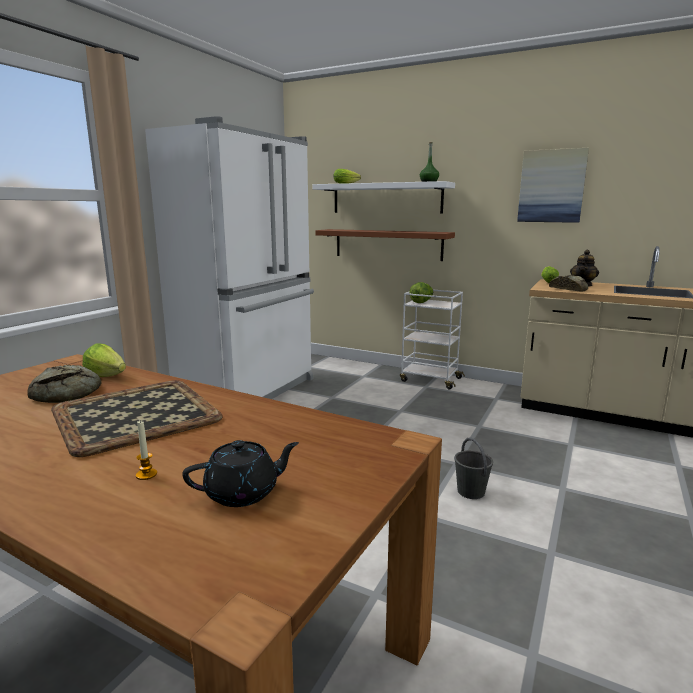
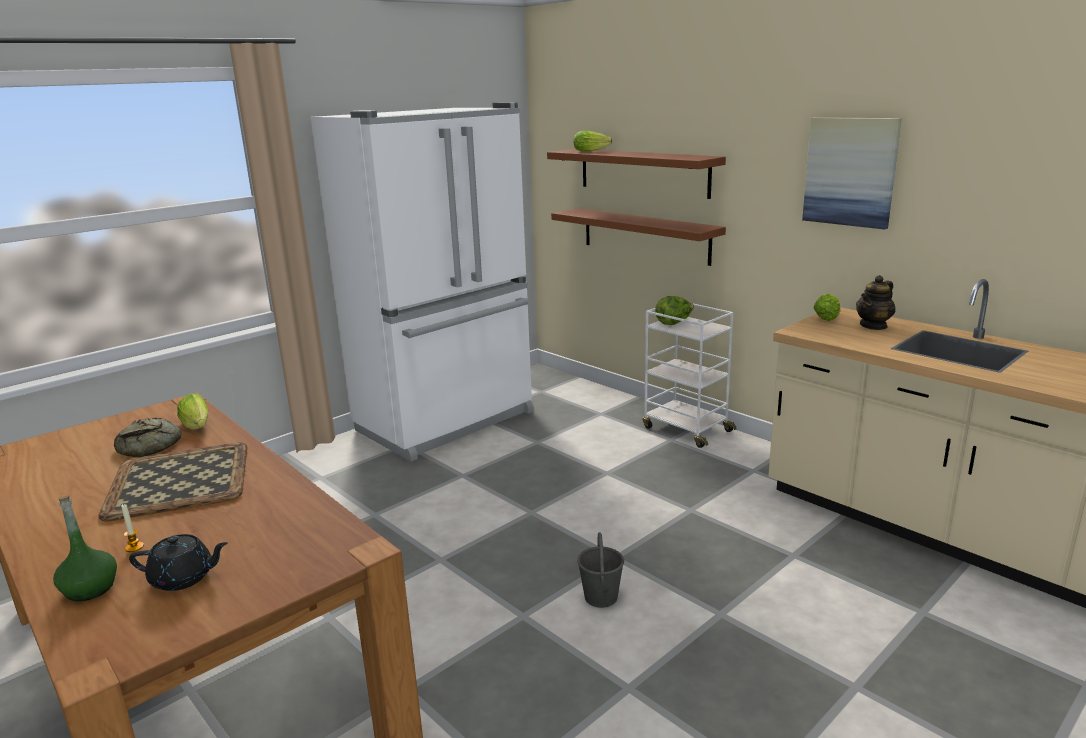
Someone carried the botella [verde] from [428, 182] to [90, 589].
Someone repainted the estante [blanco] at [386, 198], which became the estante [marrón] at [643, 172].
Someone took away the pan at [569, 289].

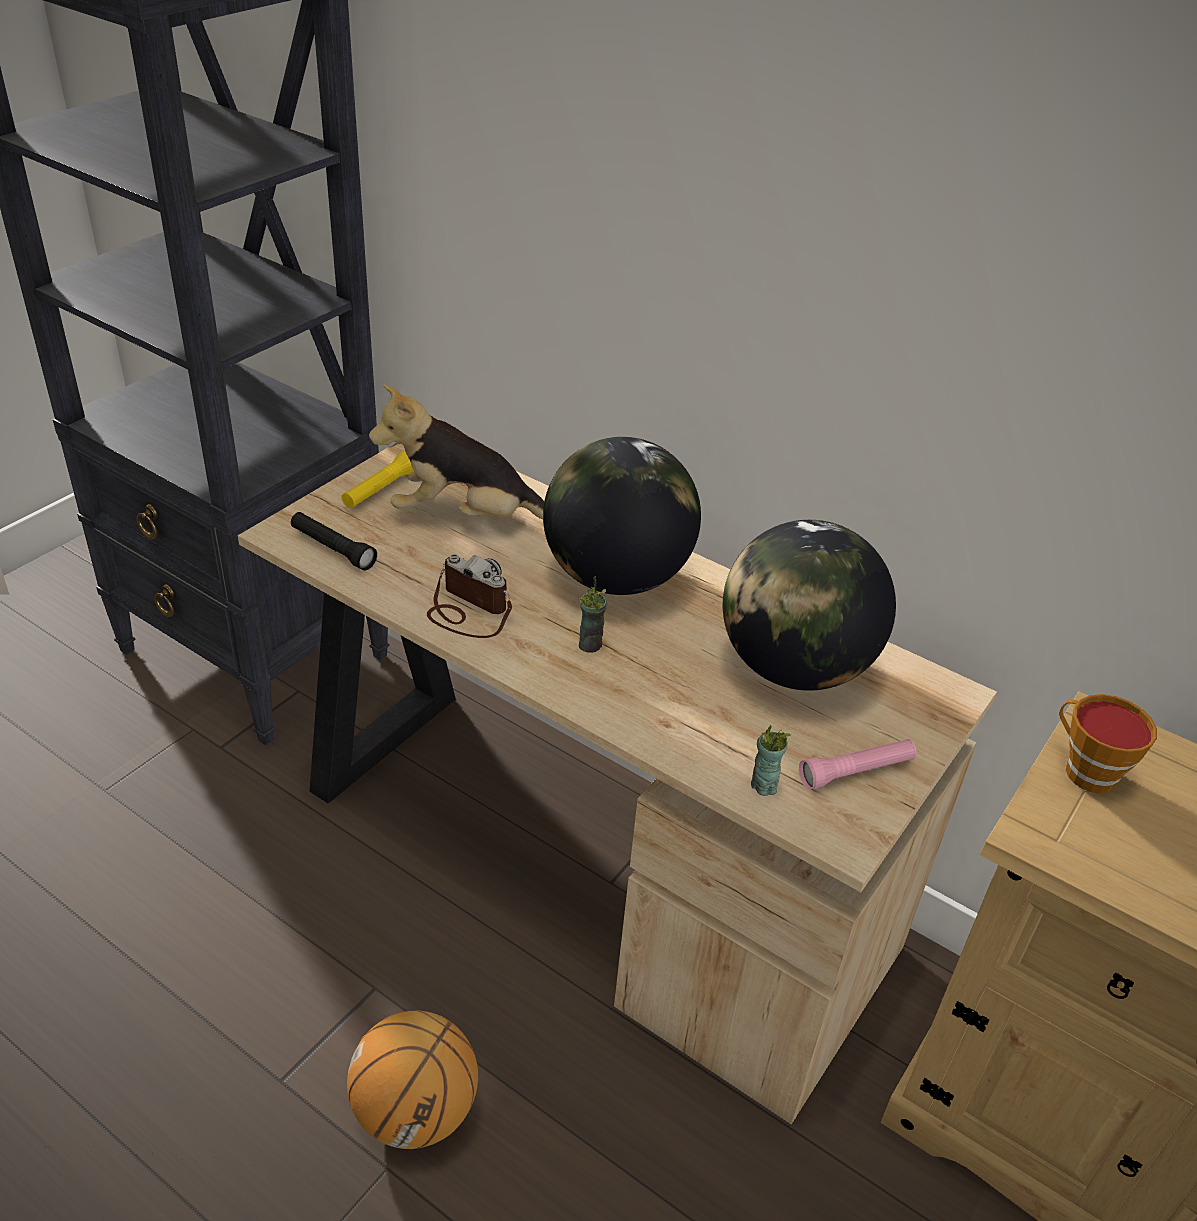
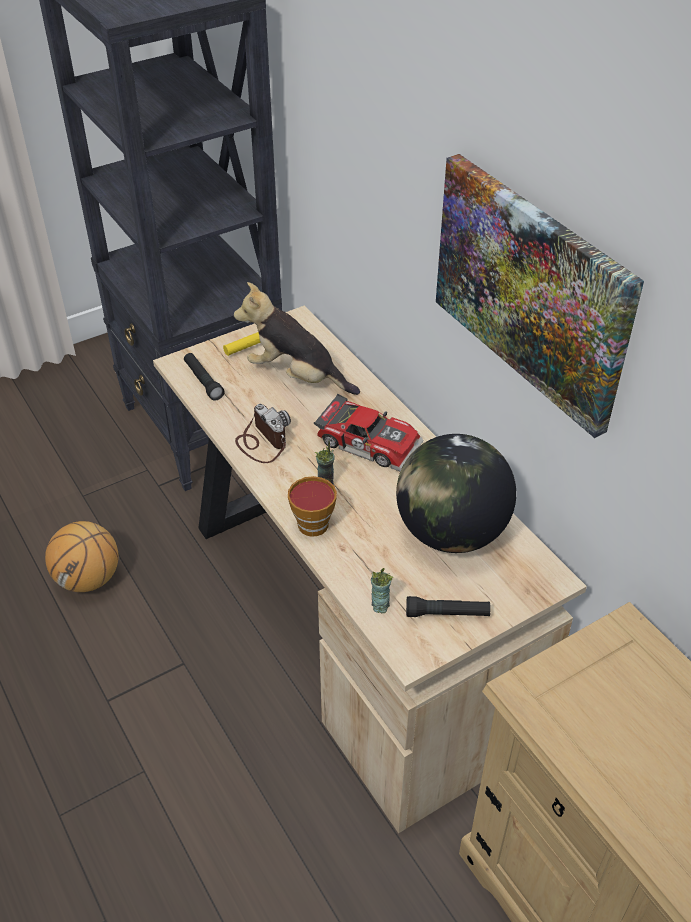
Someone carried the balón de baloncesto from [416, 1111] to [89, 579].
Someone carried the taza from [1084, 770] to [311, 522].
Someone swapped the globo terráqueo at [616, 578] for the coche de juguete at [370, 441].
Someone repainted the linterna [rosa] at [856, 772], which became the linterna [negro] at [447, 613].
Someone put up the cuadro at [531, 290].

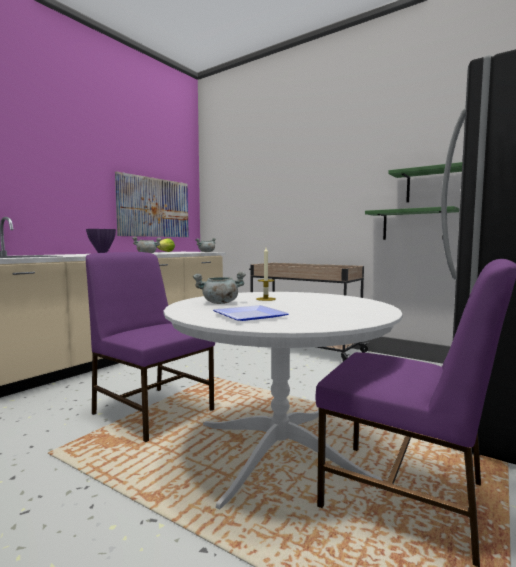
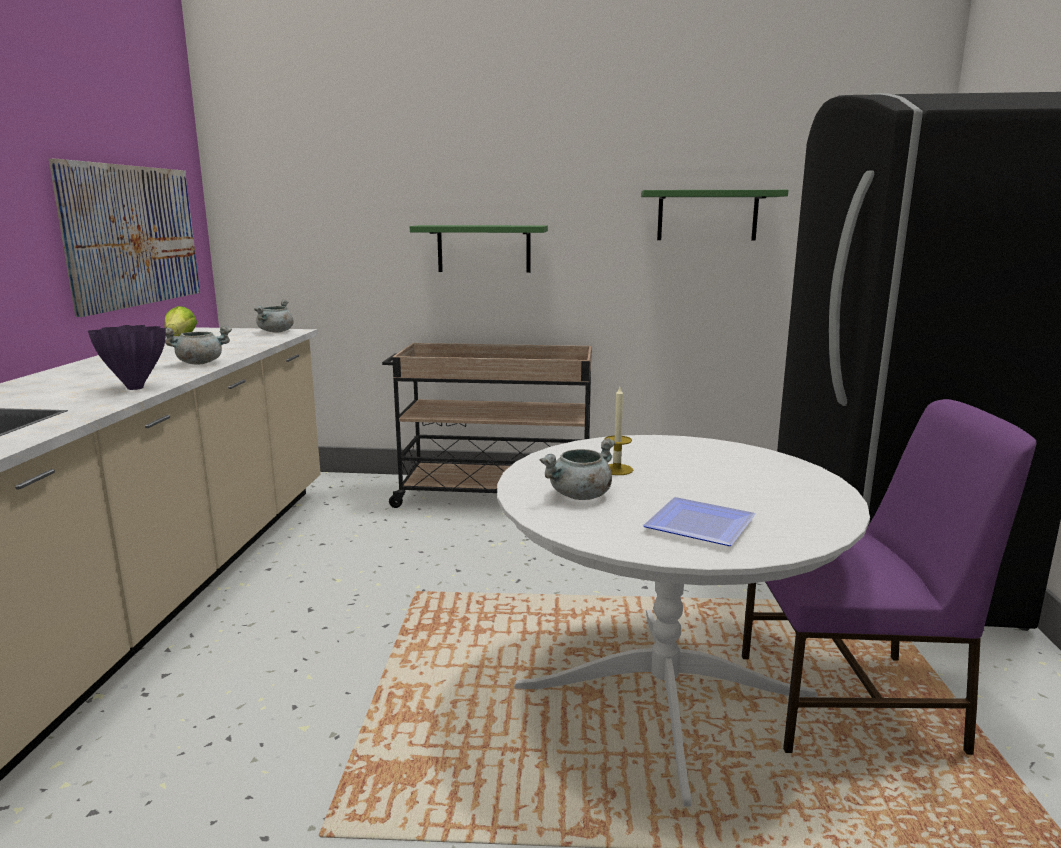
Someone carried the estante [verde] from [413, 225] to [484, 248].
Someone took away the silla [morado] at [152, 411].

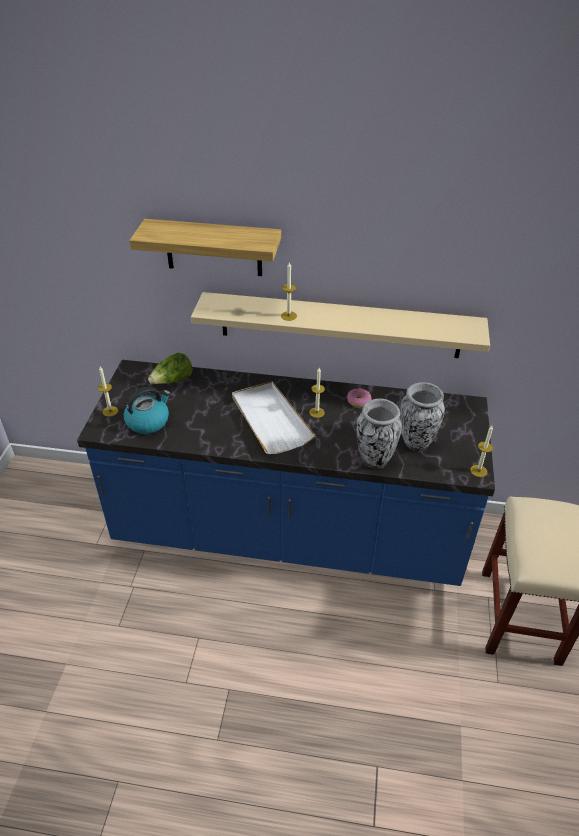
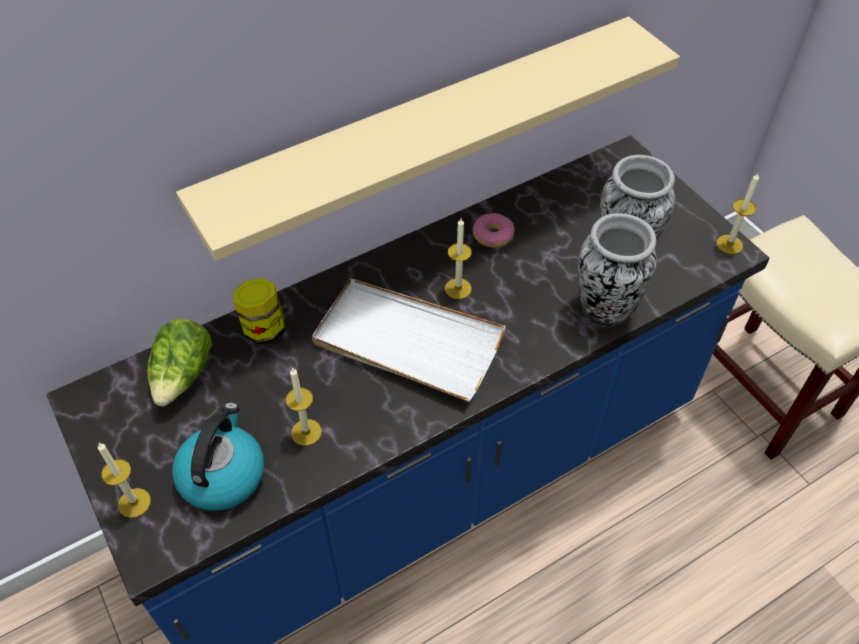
Someone put down the tarro at [264, 328].
Someone carried the vela from [288, 316] to [306, 432].
Someone took away the estante at [213, 248].

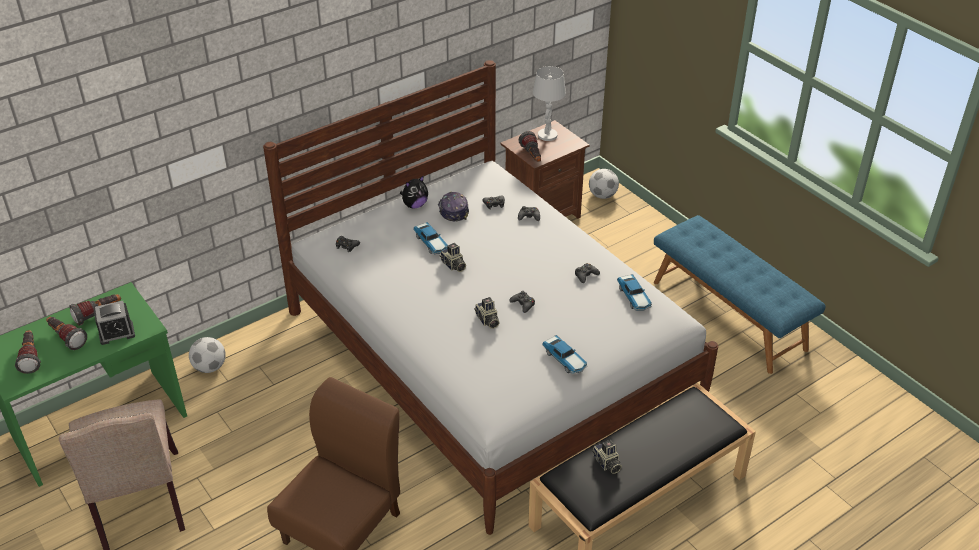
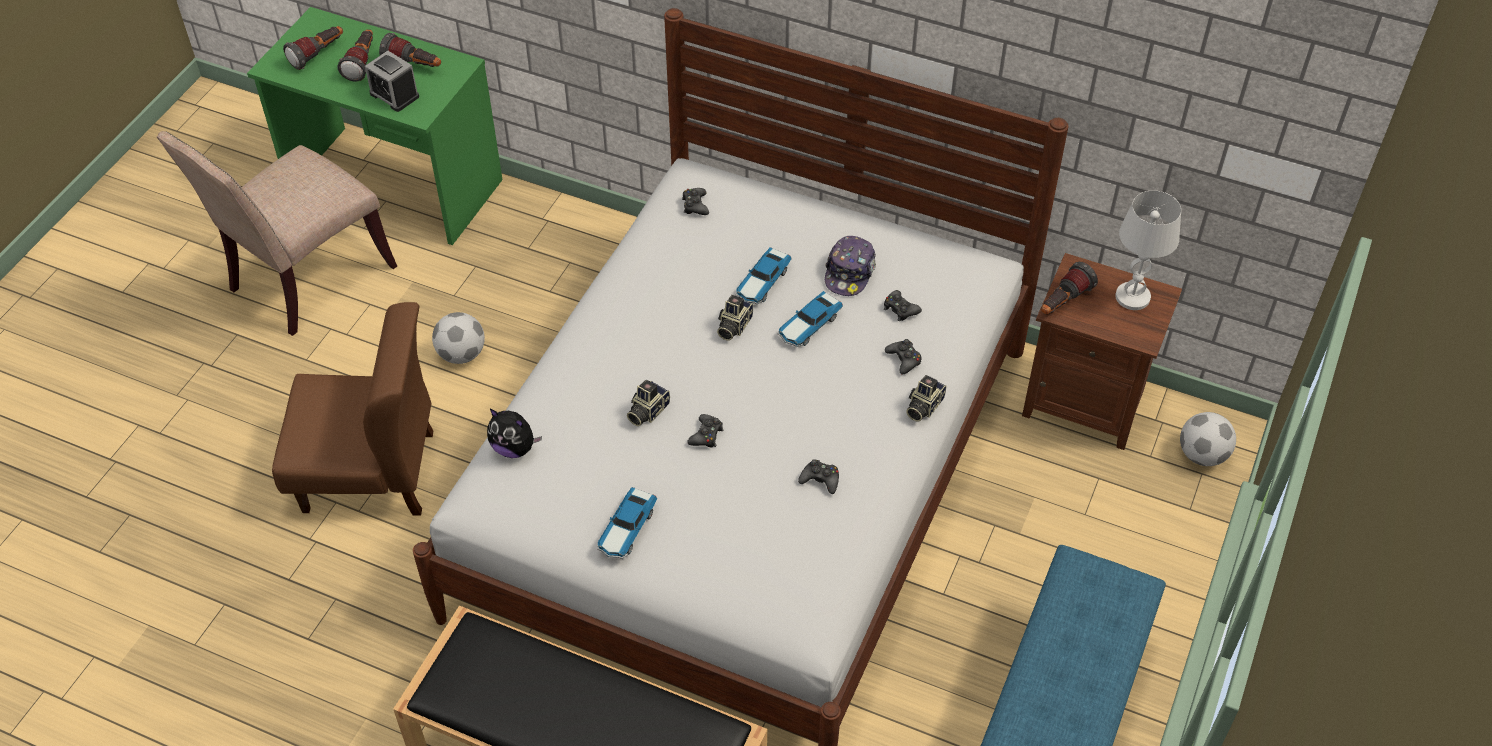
Someone carried the balón de fútbol from [210, 367] to [461, 354].
Someone carried the peluche from [414, 205] to [514, 448].
Someone carried the coche de juguete from [634, 297] to [808, 326].
Someone rotated the gorra at [453, 210] by 150 degrees clockwise.
Someone carried the cámara from [606, 463] to [923, 406].

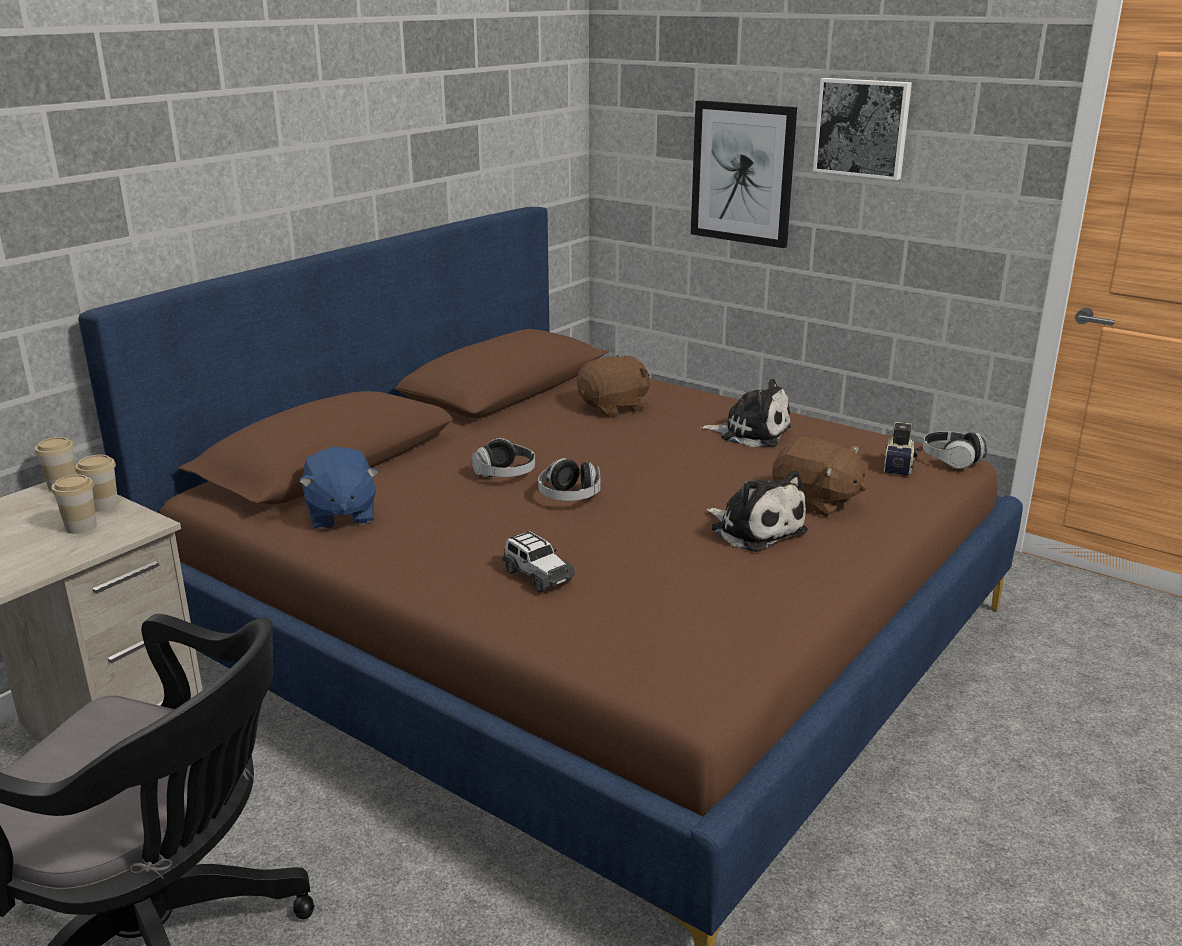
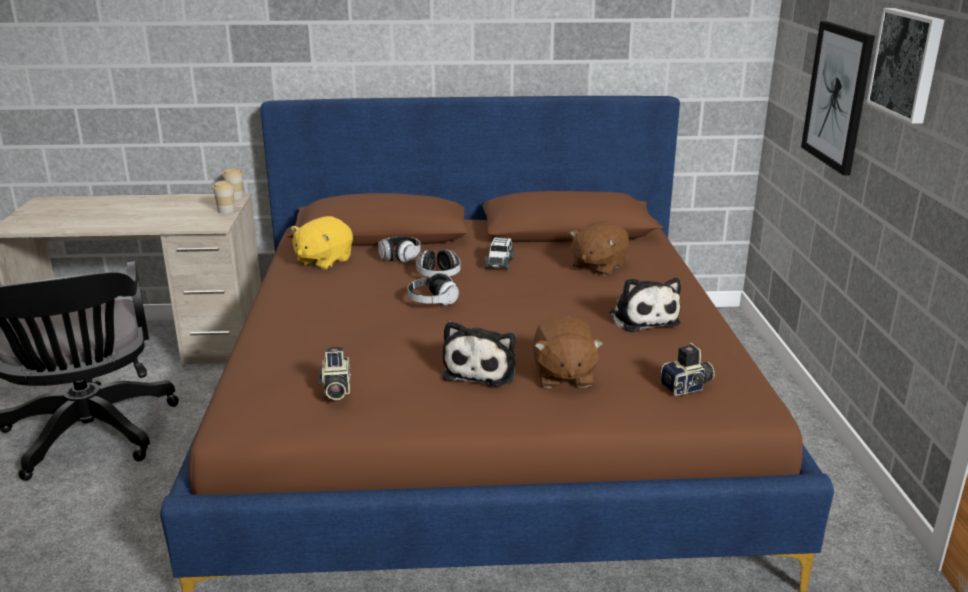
Someone repainted the peluche [azul] at [340, 515], which became the peluche [amarillo] at [323, 261].
Someone put down the cámara at [335, 389].
Someone carried the auriculares from [951, 460] to [399, 257].
Someone carried the coche de juguete from [537, 575] to [499, 263].
Someone rotated the peluche [marrón] at [614, 407] by 105 degrees clockwise.
Someone took away the taza at [81, 527].

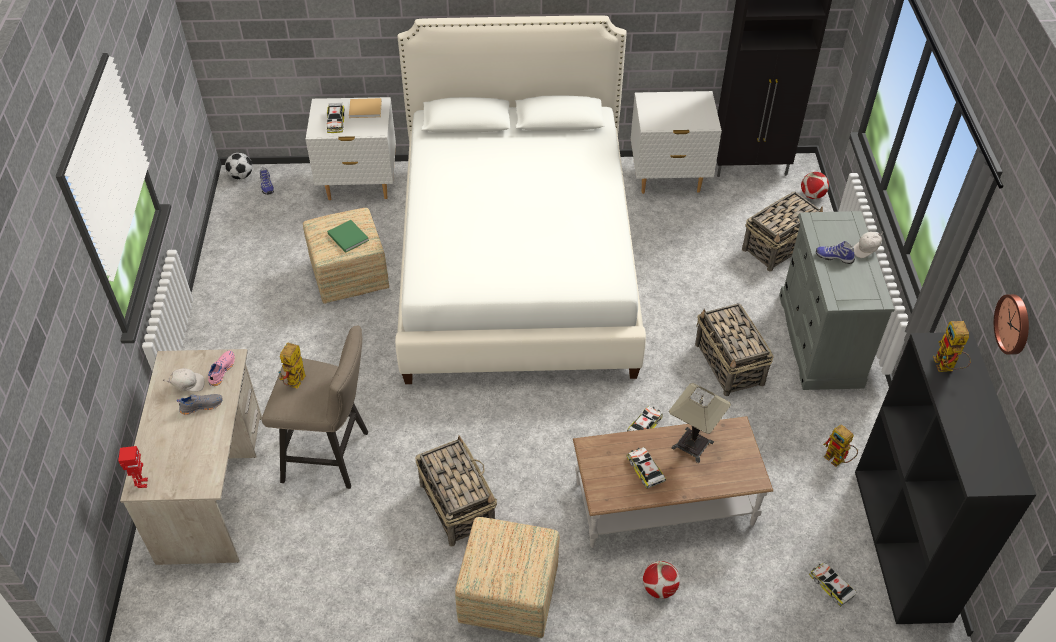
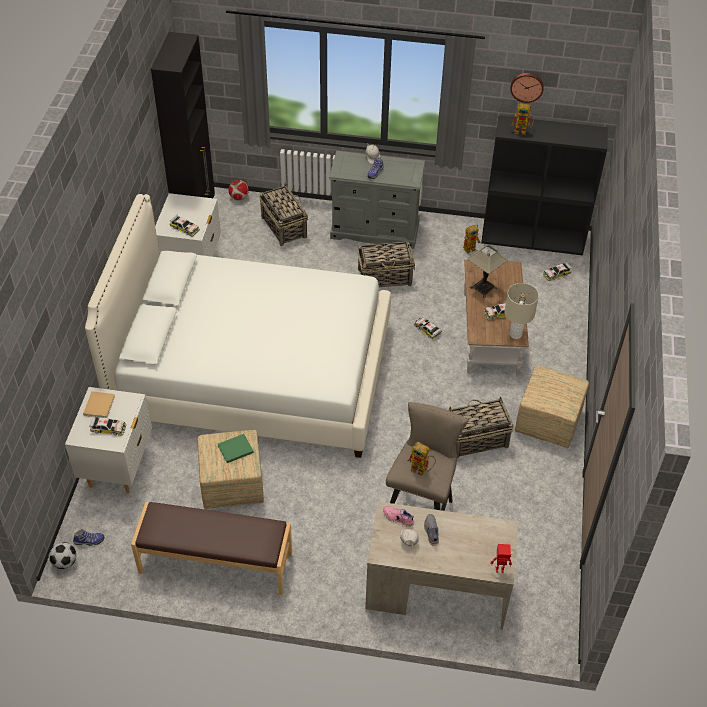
Someone put down the banco [marrón] at [215, 563].
Someone put down the coche de juguete at [185, 228].
Someone put down the lámpara de mesa [beis] at [515, 334].
Someone took away the balón de fútbol at [659, 588].

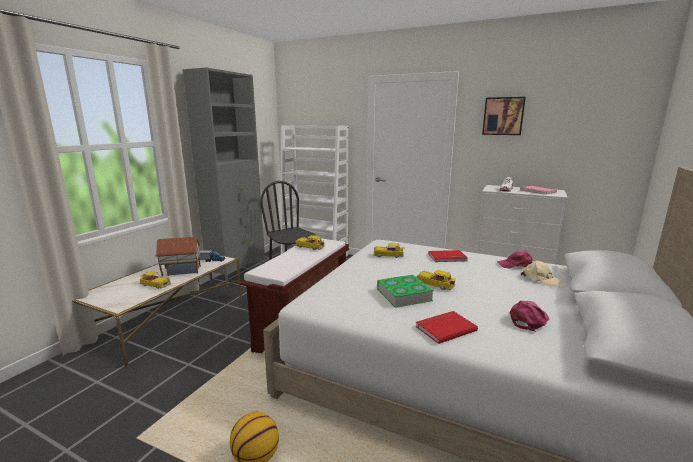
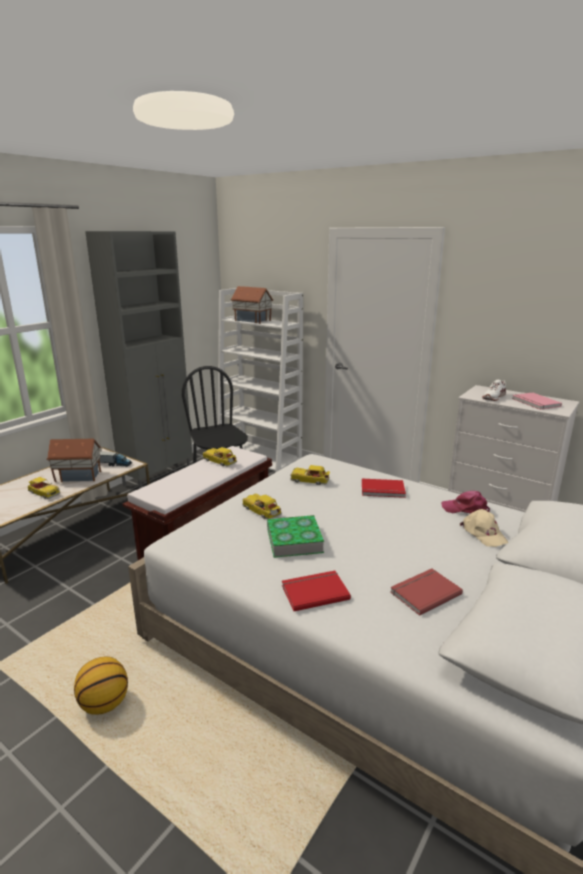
Someone put down the casita at [252, 321].
Someone carried the coche de juguete from [436, 285] to [262, 511].
Someone swapped the gorra [rosa] at [529, 320] for the libro [rojo] at [424, 592].
Someone took away the cuadro at [503, 116].

